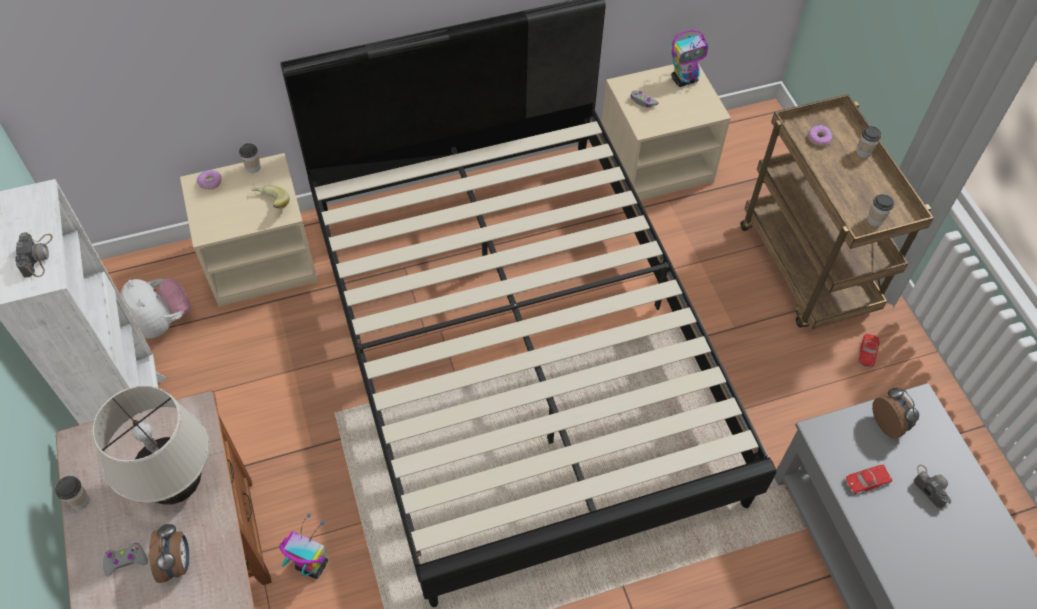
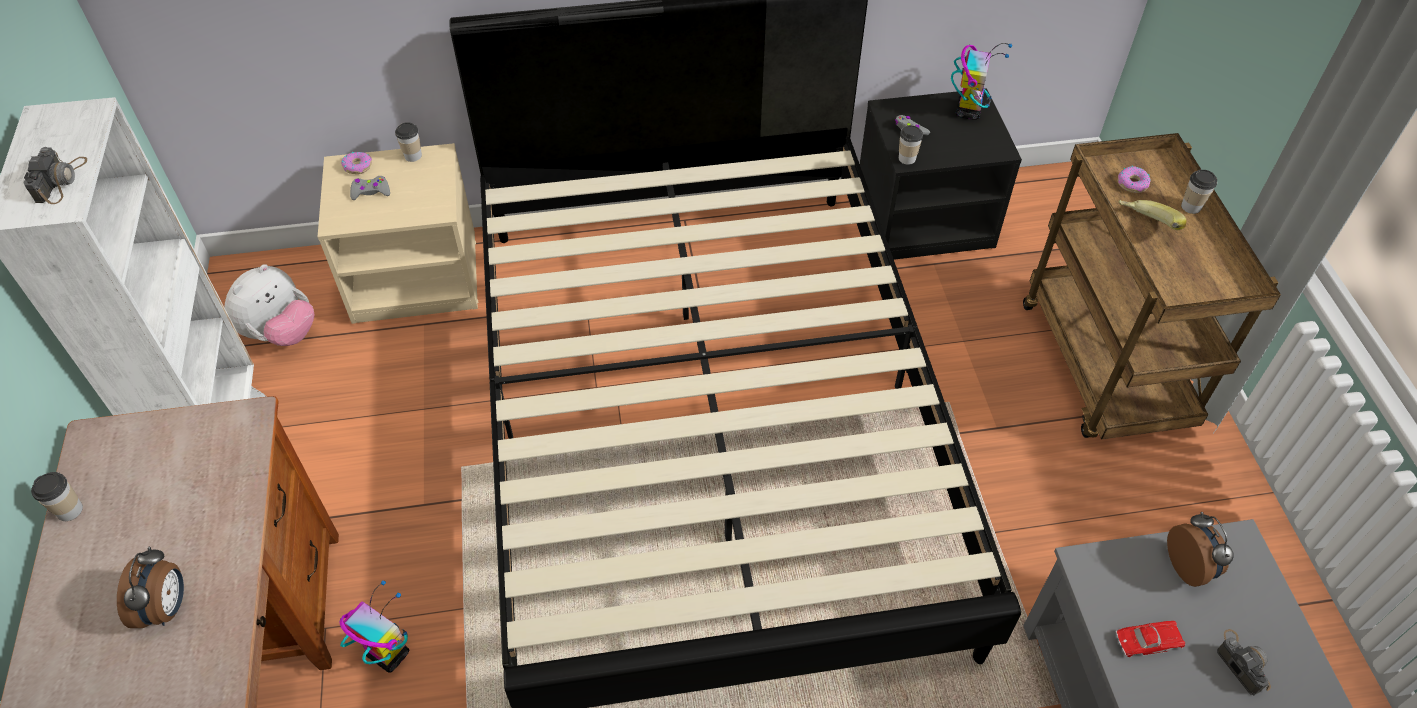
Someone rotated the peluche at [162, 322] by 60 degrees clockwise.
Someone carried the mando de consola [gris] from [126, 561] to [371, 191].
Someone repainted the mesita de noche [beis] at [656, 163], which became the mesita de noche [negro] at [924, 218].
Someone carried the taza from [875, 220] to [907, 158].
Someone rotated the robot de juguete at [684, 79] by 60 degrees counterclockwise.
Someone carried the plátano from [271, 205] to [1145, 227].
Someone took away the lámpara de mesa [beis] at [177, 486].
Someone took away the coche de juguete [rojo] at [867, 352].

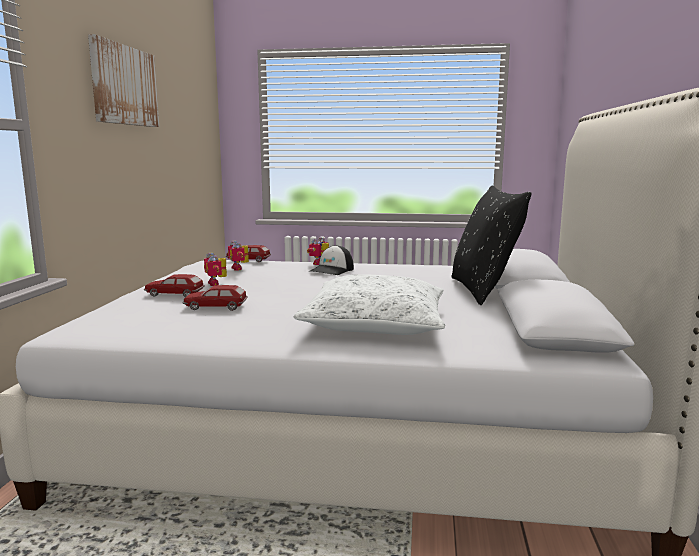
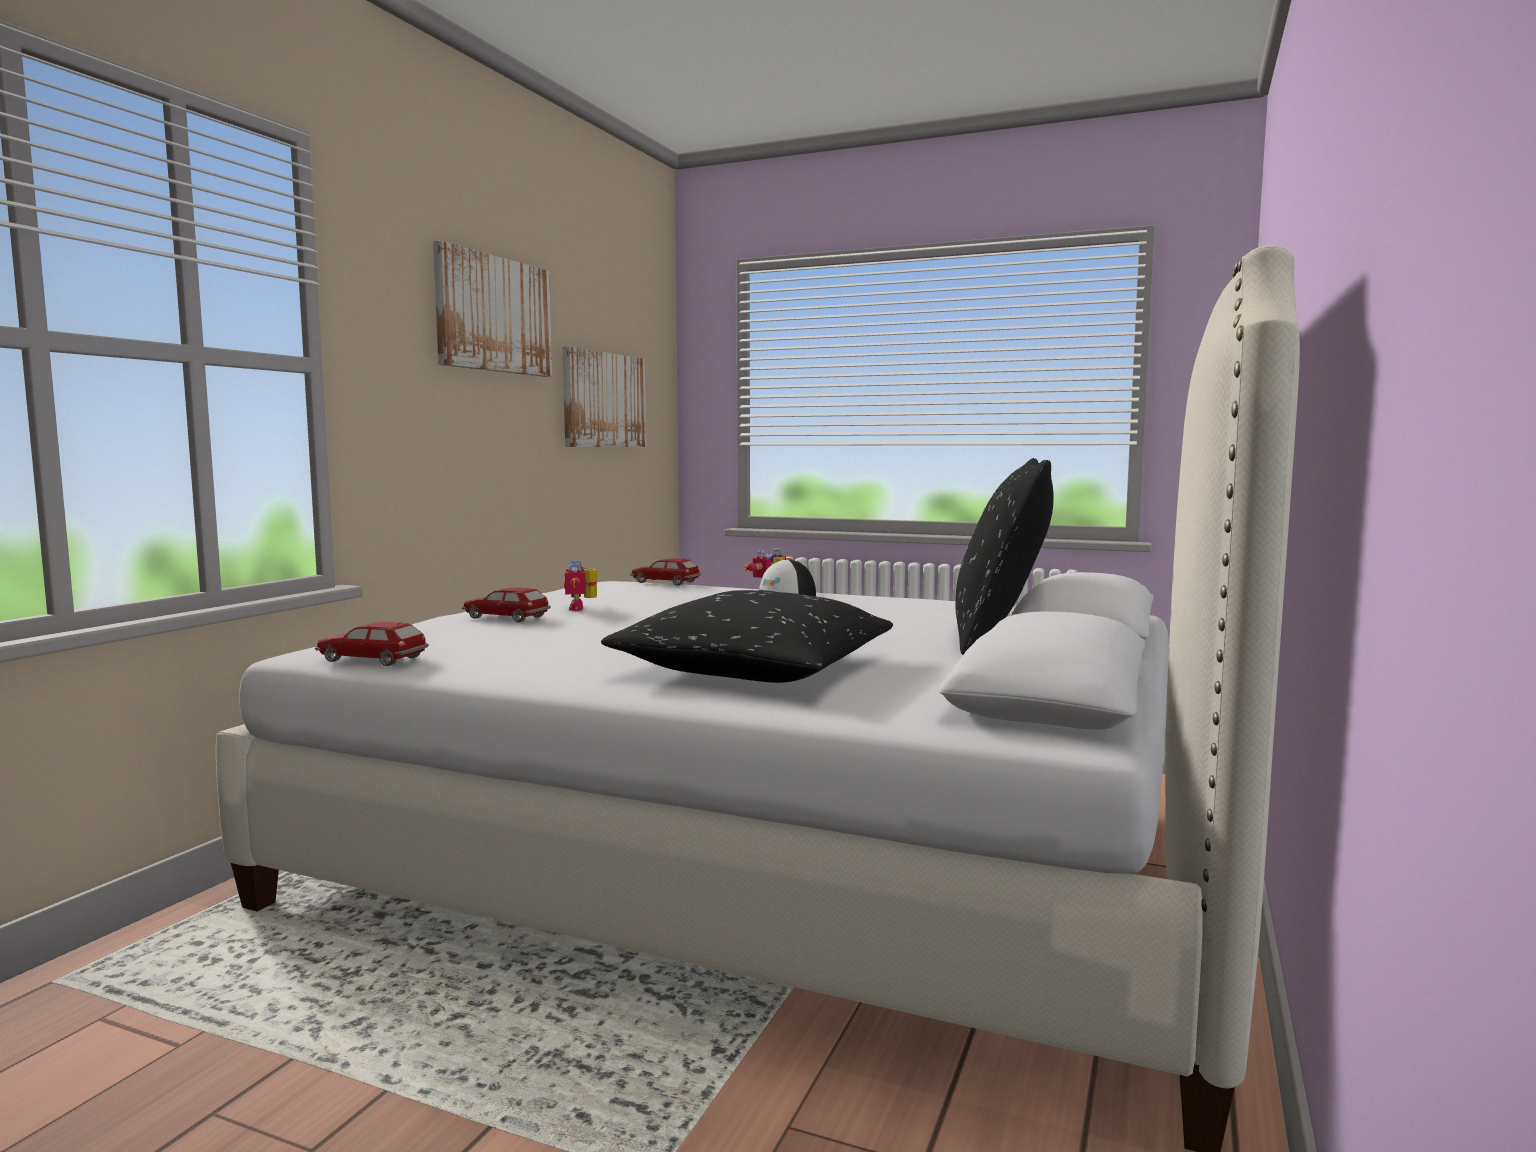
Someone carried the coche de juguete from [215, 307] to [372, 659].
Someone put up the cuadro at [603, 400].
Someone repainted the cojín [blanco] at [375, 323], which became the cojín [negro] at [756, 667].
Someone took away the robot de juguete at [239, 268].

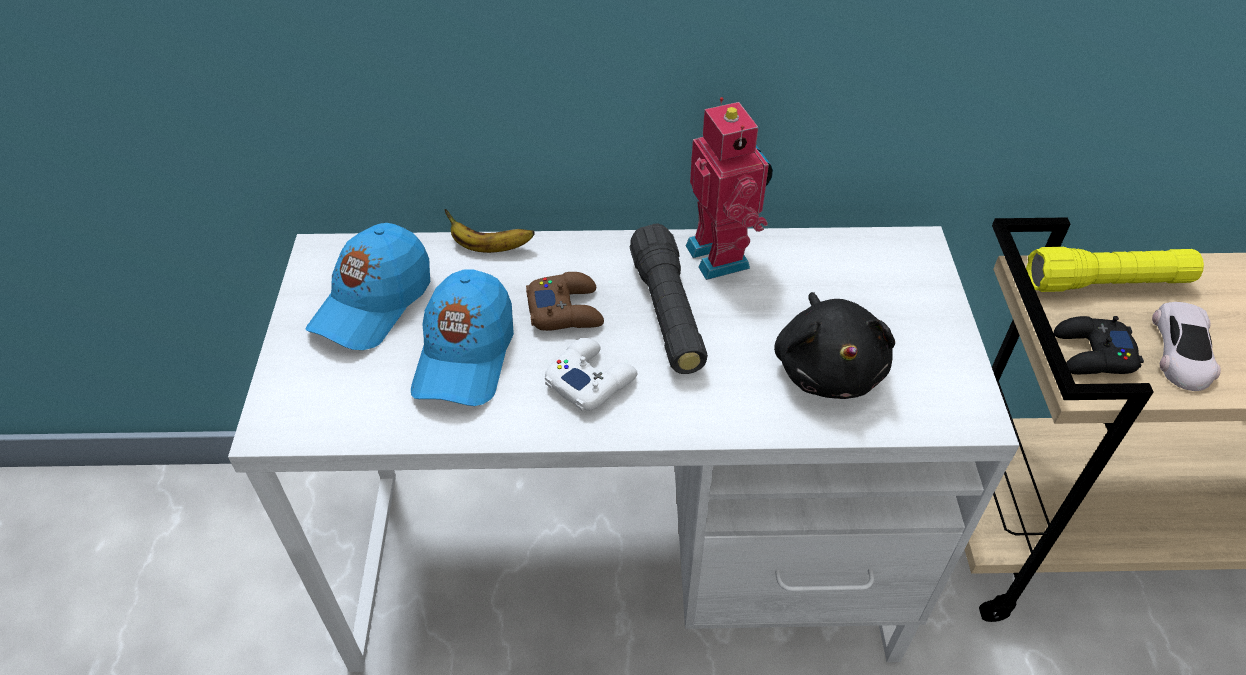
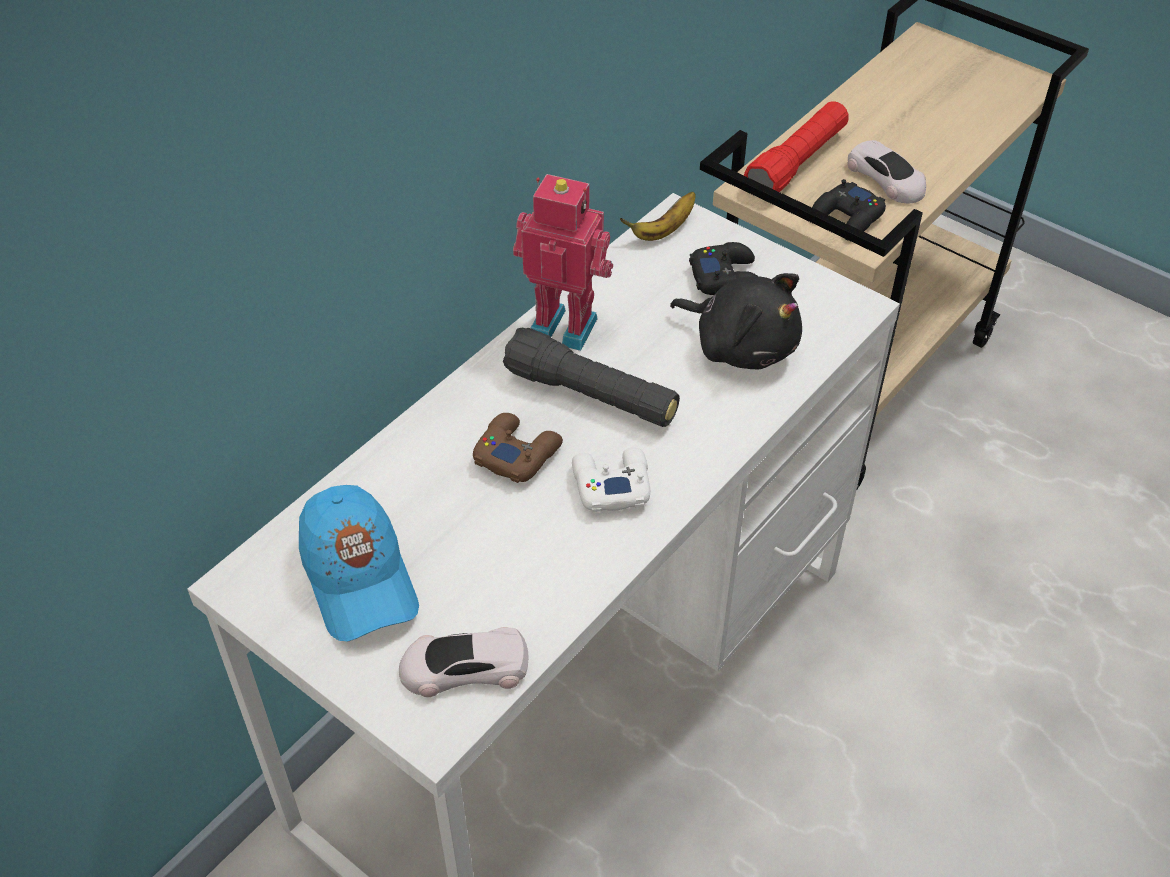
Someone put down the coche de juguete [blanco] at [464, 668].
Someone carried the plátano from [489, 247] to [663, 230].
Someone put down the mando de consola [negro] at [727, 278].
Someone repainted the linterna [amarillo] at [1106, 283], which became the linterna [rojo] at [796, 163].
Someone took away the gorra [azul] at [465, 355].

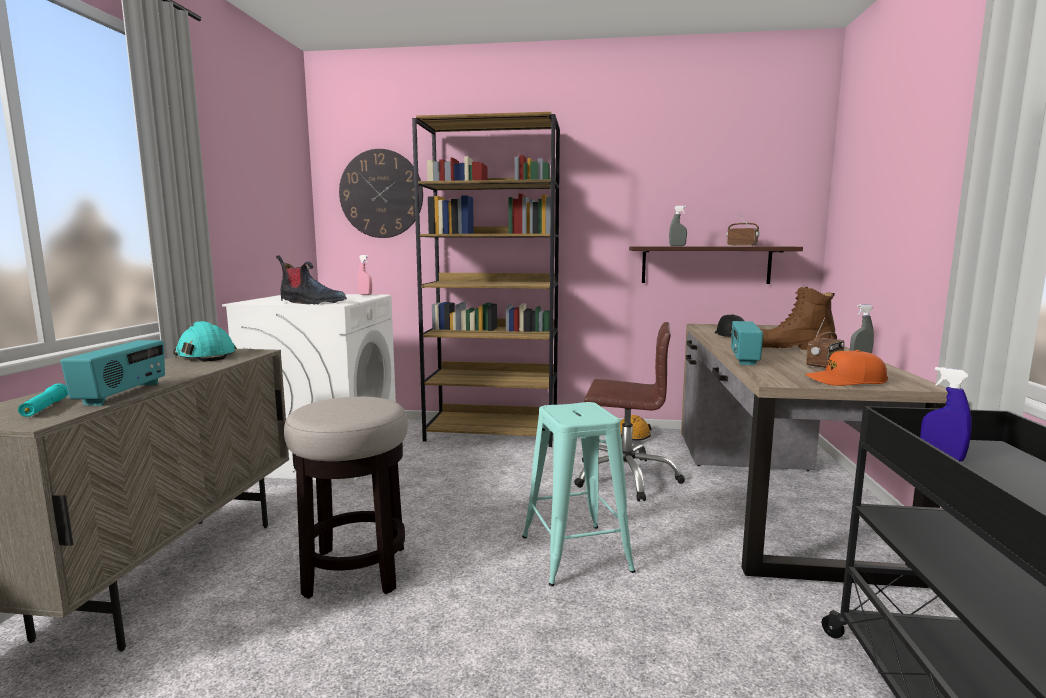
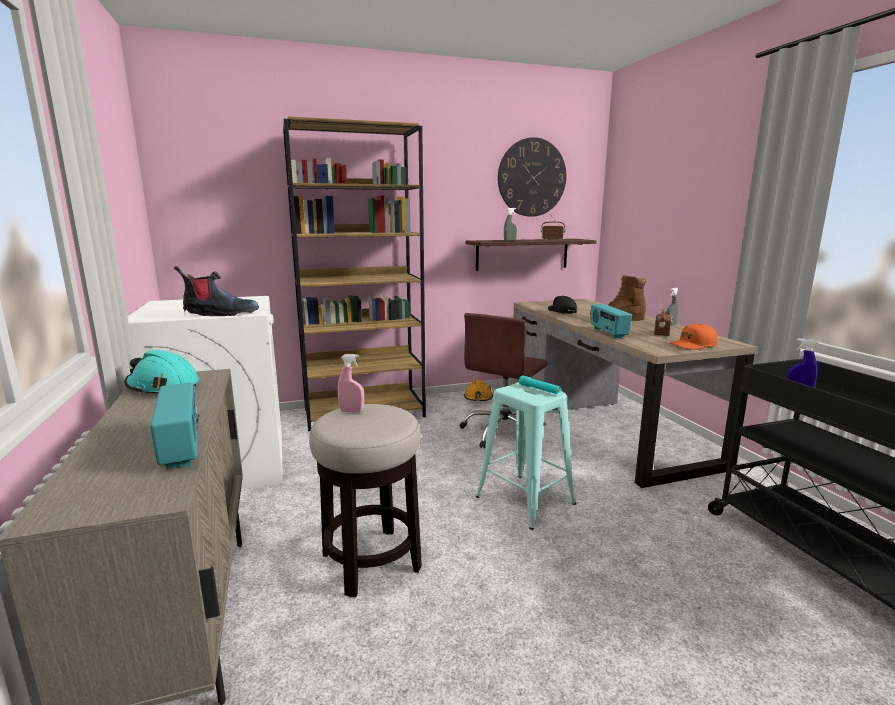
Someone carried the pulverizador [rosa] from [365, 294] to [351, 411].
Someone rotated the silla de oficina [marrón] at [626, 477] by 135 degrees clockwise.
Someone carried the reloj de pared from [381, 194] to [532, 177].
Someone carried the linterna [turquesa] from [45, 408] to [539, 389].

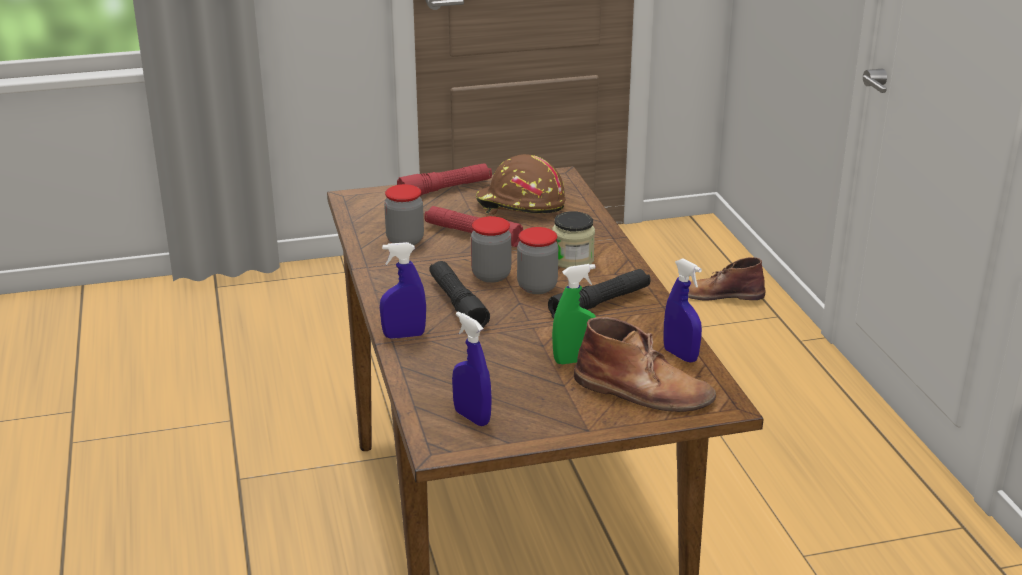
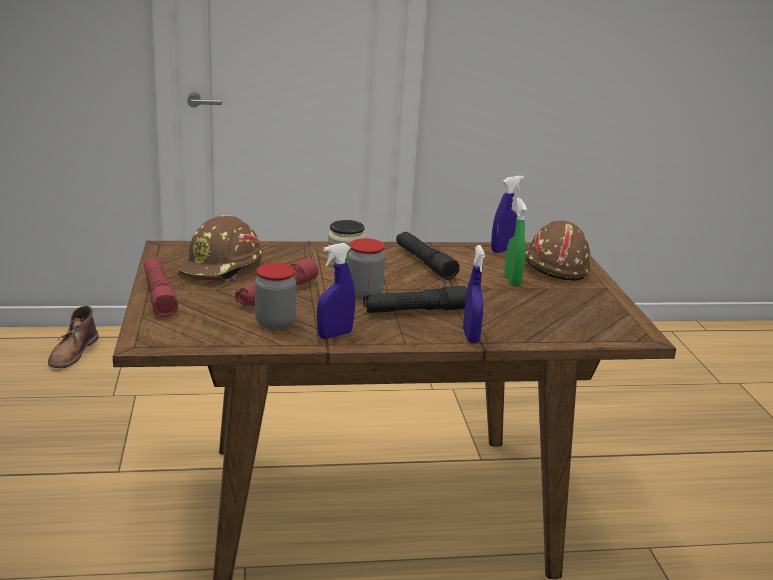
Someone carried the pulverizador [azul] from [472, 417] to [335, 335].
Someone swapped the bota [marrón] at [644, 391] for the casco [marrón] at [553, 266].
Someone took away the tarro at [537, 287].

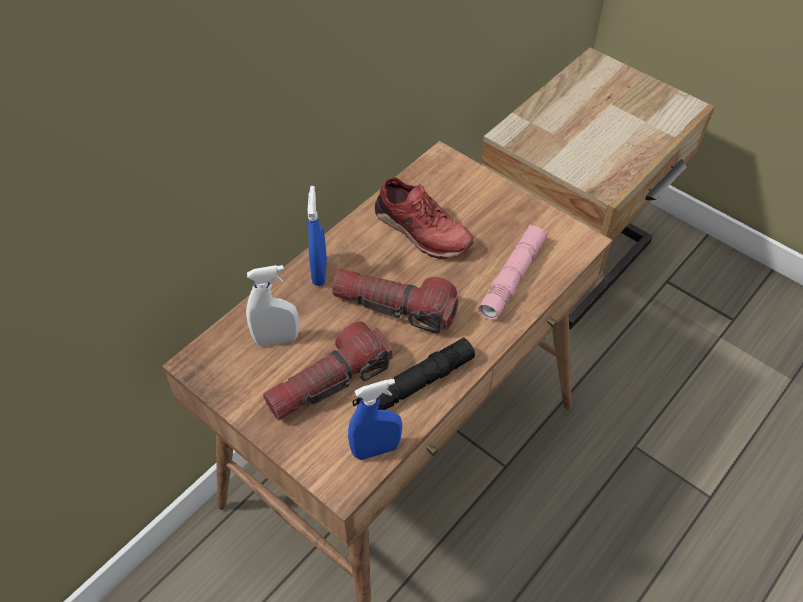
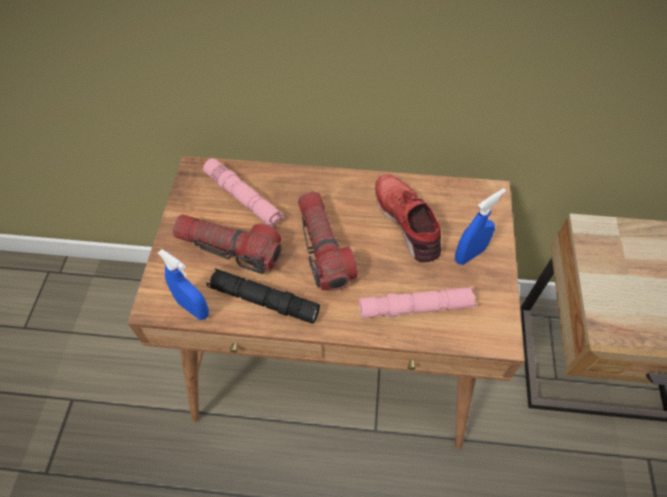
Someone swapped the pulverizador [blanco] at [277, 339] for the linterna [rosa] at [243, 198].
Someone rotated the zapato [rojo] at [421, 231] by 150 degrees clockwise.
Someone carried the pulverizador [azul] from [319, 272] to [469, 254].

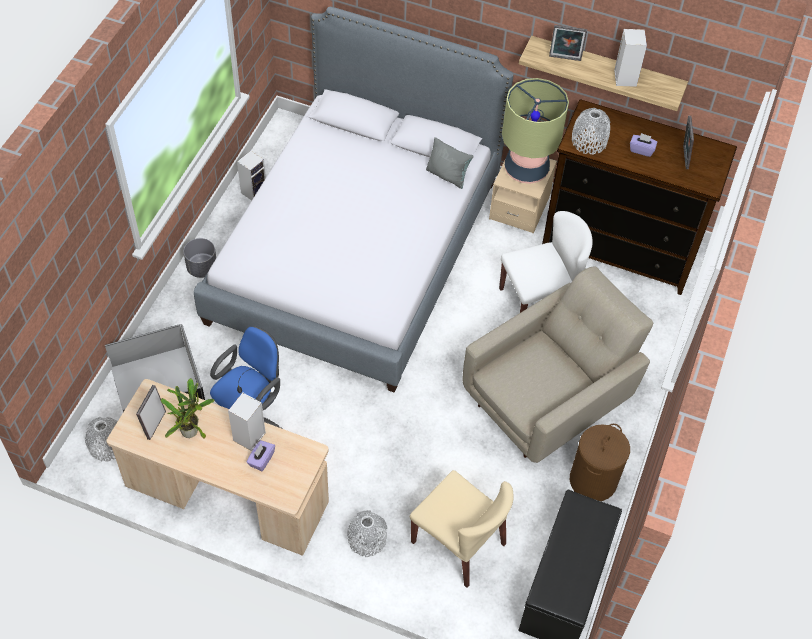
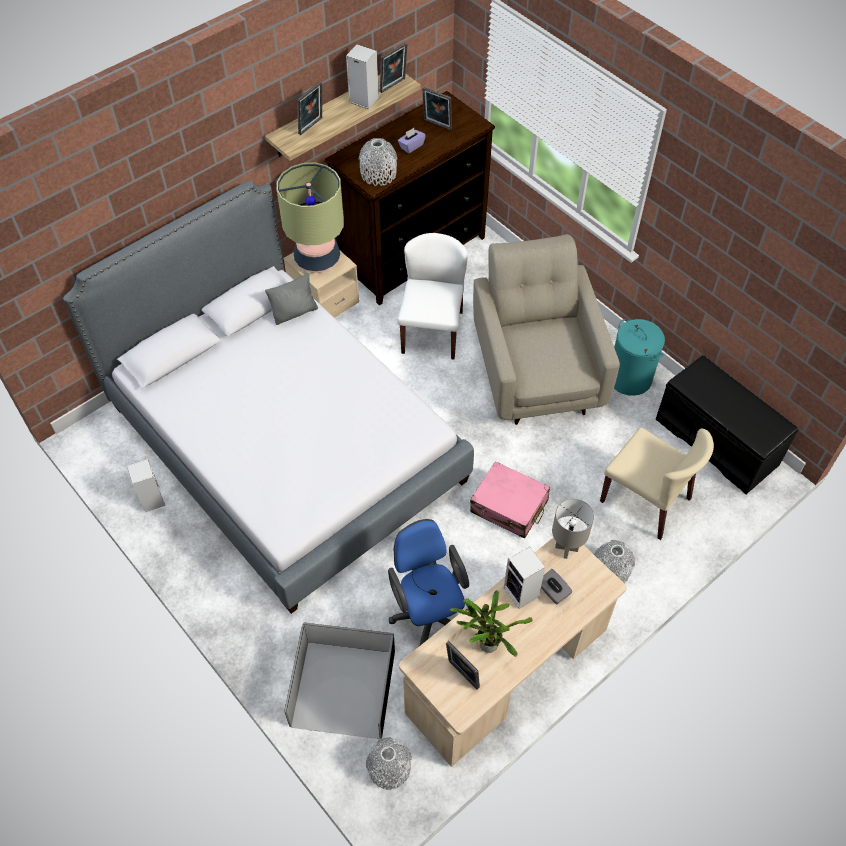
Someone put down the portarretratos at [393, 86].
Someone put down the maleta [rosa] at [509, 506].
Someone repainted the caja de pañuelos [morado] at [261, 460], which became the caja de pañuelos [gris] at [553, 592].
Someone put down the lámpara de mesa [gris] at [566, 548].
Someone rotated the silla [beis] at [459, 543] by 60 degrees clockwise.
Someone repainted the cesto de la ropa [marrón] at [593, 480], which became the cesto de la ropa [turquesa] at [630, 378].
Someone took away the maceta [gris] at [202, 268].

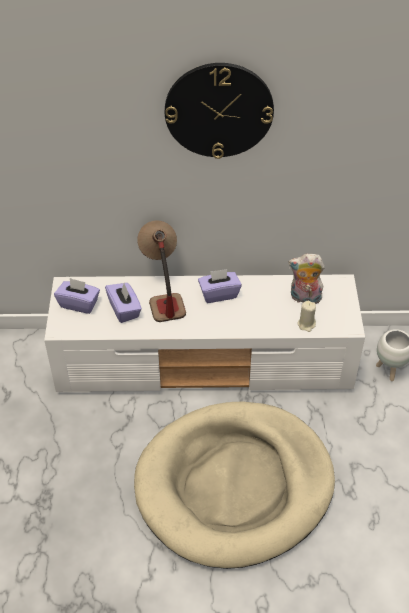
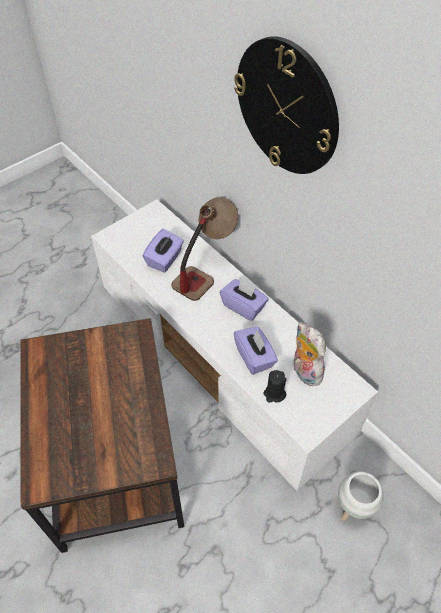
Someone swapped the cama para perro [beis] at [234, 485] for the mesa auxiliar [marrón] at [118, 465].
Someone carried the caja de pañuelos [morado] from [79, 304] to [254, 357].
Someone repainted the vela [beis] at [306, 324], which became the vela [negro] at [274, 394].

